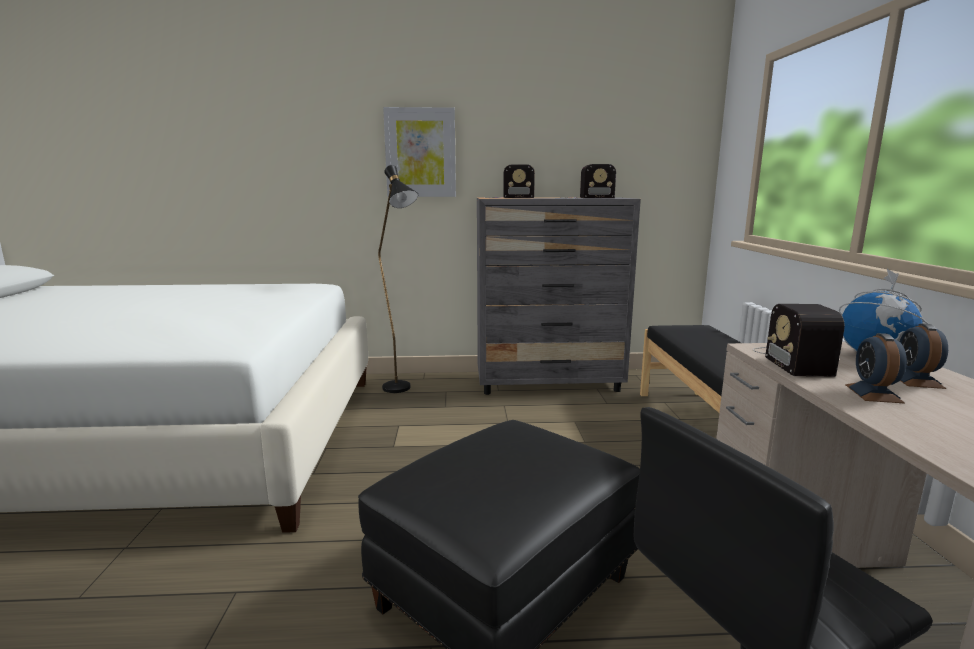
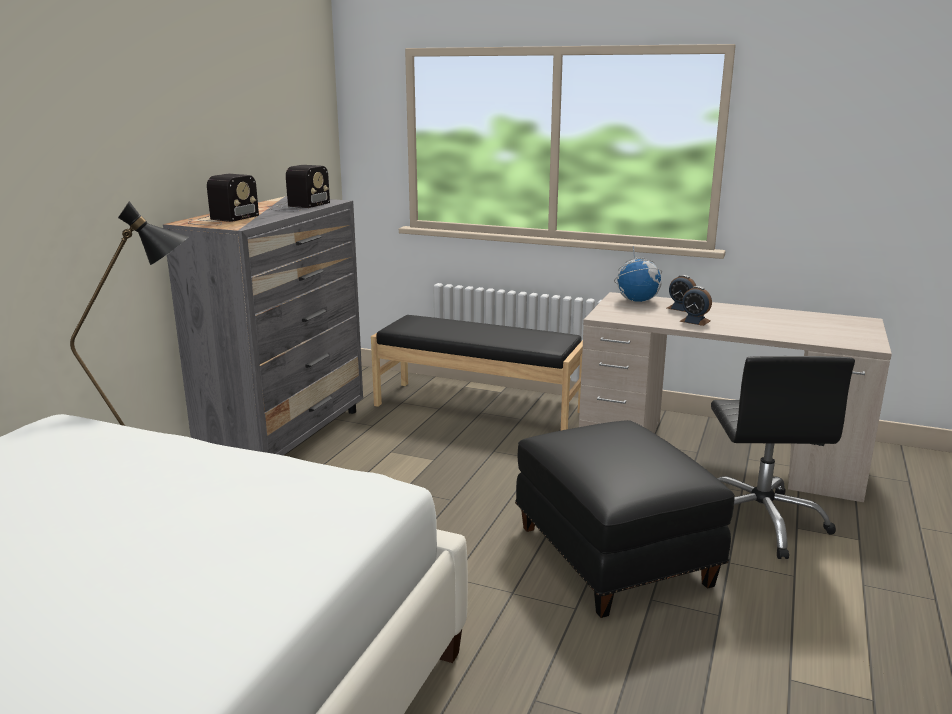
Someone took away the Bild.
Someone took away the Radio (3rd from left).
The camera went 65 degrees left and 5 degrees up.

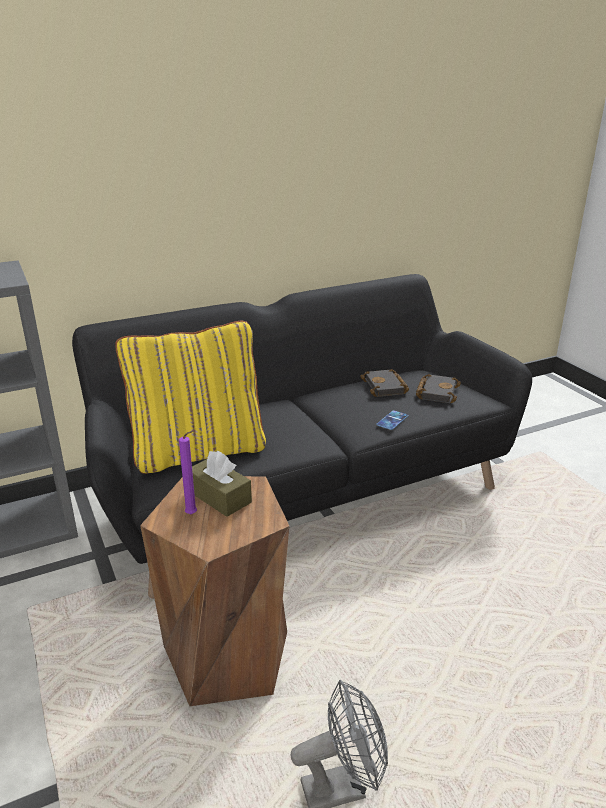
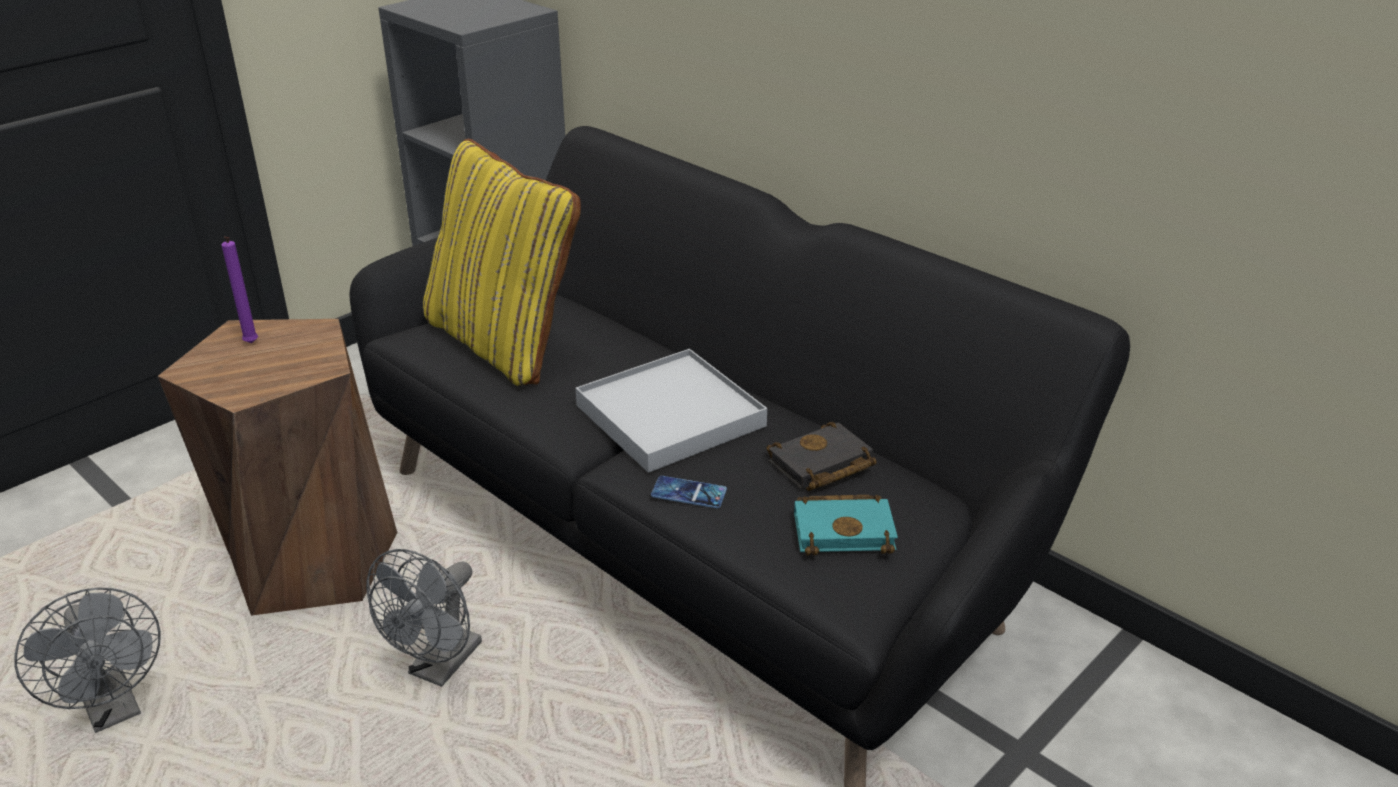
Someone put down the Ventilator/grau (2nd from left).
Someone put down the Tablett/weiß.
Someone repainted the Buch/schwarz (2nd from left), which became the Buch/türkis.
Someone took away the Taschentuchbox/braun.
The camera went 70 degrees right and 5 degrees up.

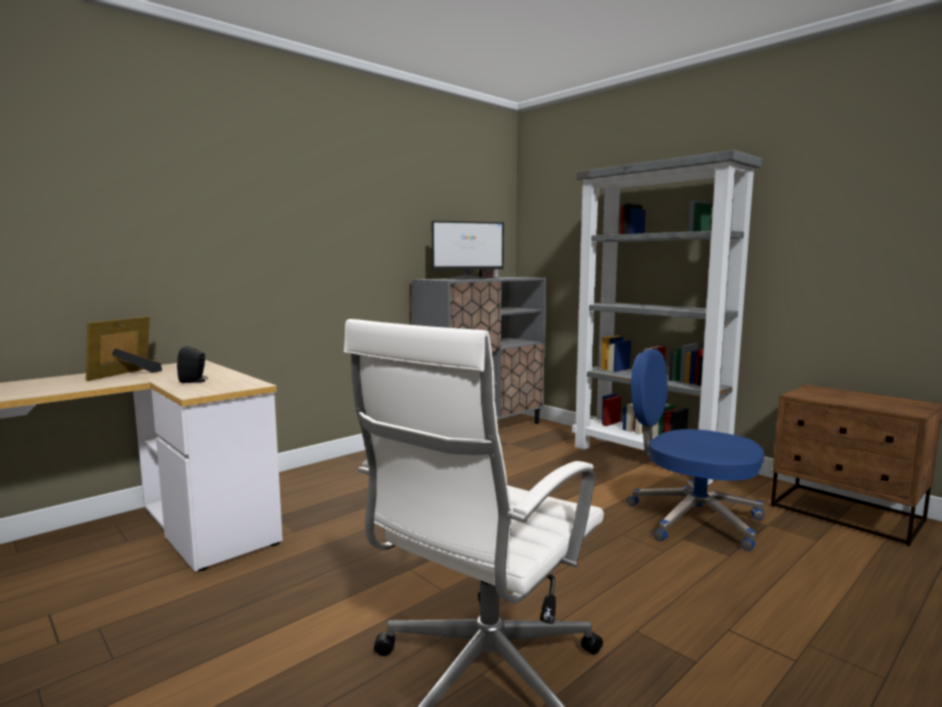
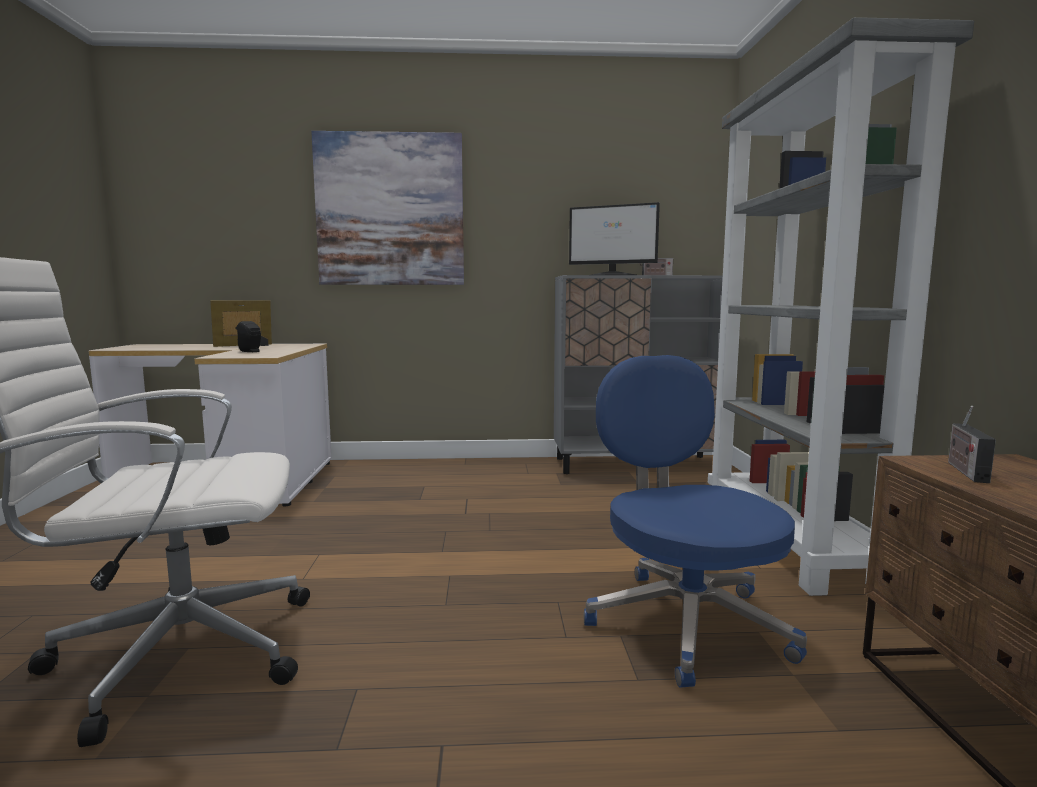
Someone put up the Bild.
Someone put down the Radio (2nd from left).
The camera went 40 degrees right and 0 degrees up.

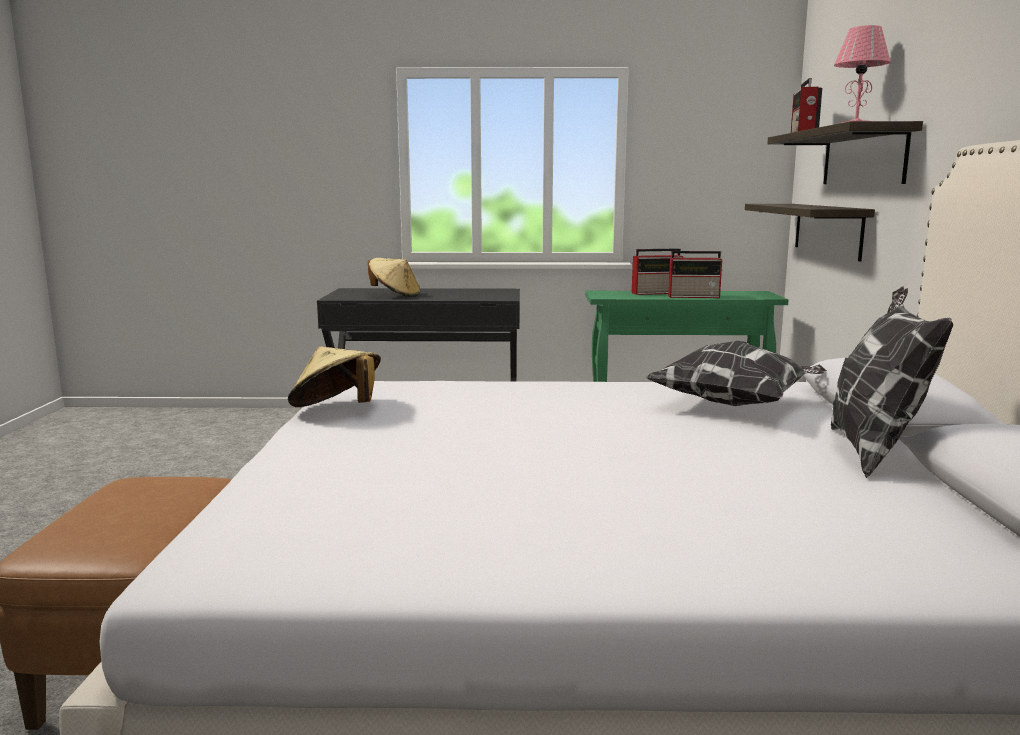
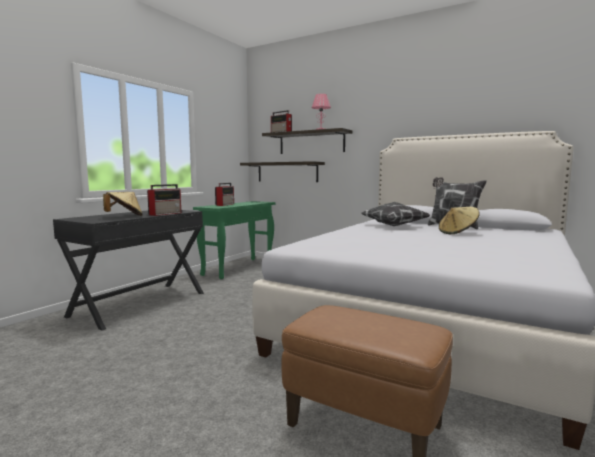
Someone carried the Radio (2nd from left in the first image).
Someone carried the Hut/beige (1st from left in the first image).
The camera went 60 degrees left and 5 degrees down.

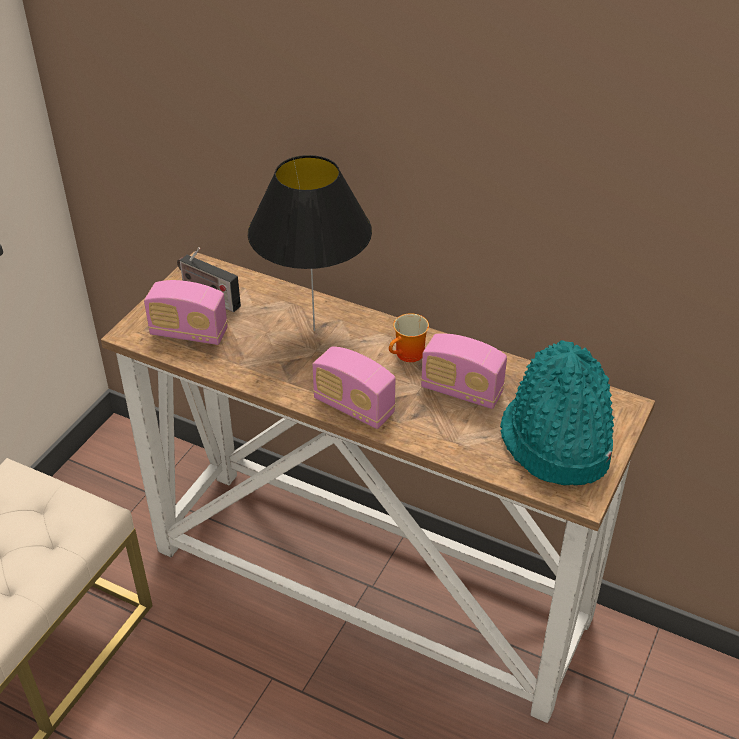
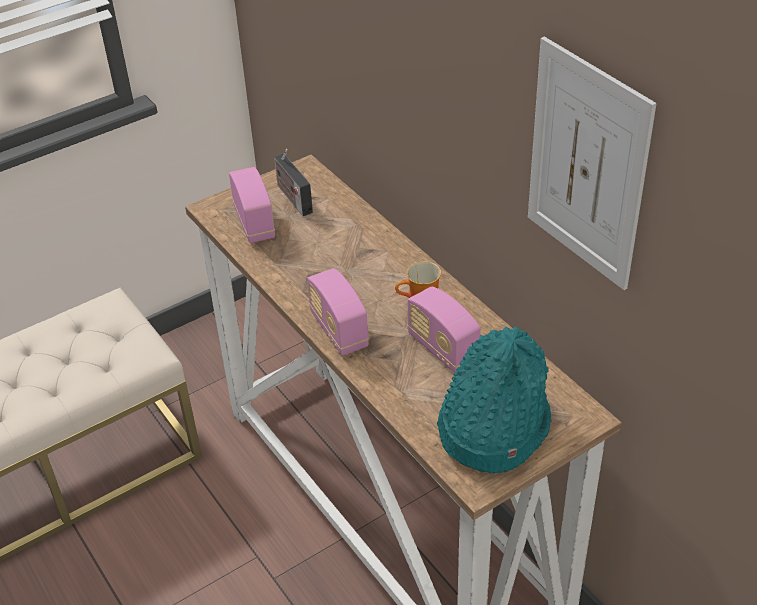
Someone rotated the Radio (1st from left) by 150 degrees counterclockwise.
Someone put up the Bild.
Someone took away the Tischlampe/schwarz.
The camera went 30 degrees right and 0 degrees up.

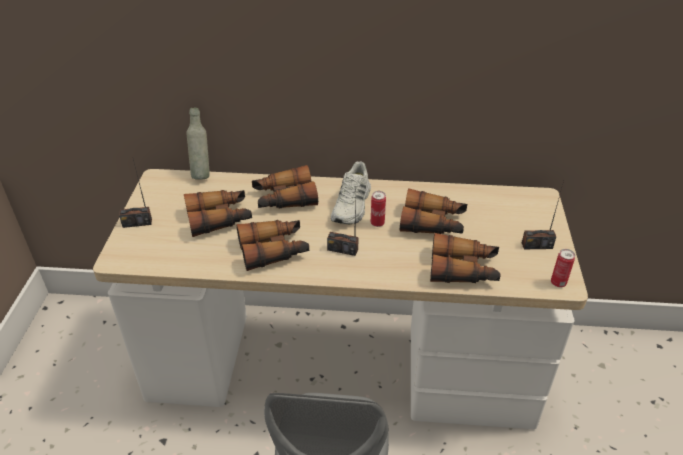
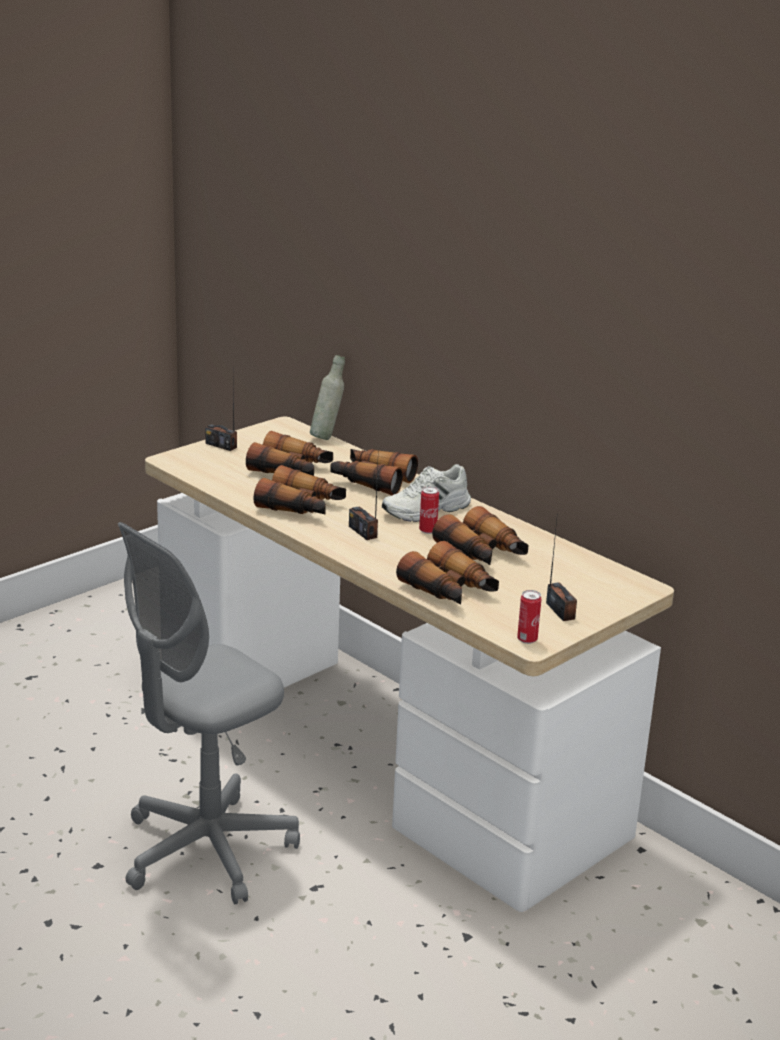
Someone rotated the Radio (3rd from left) by 150 degrees counterclockwise.
The camera went 40 degrees right and 15 degrees down.

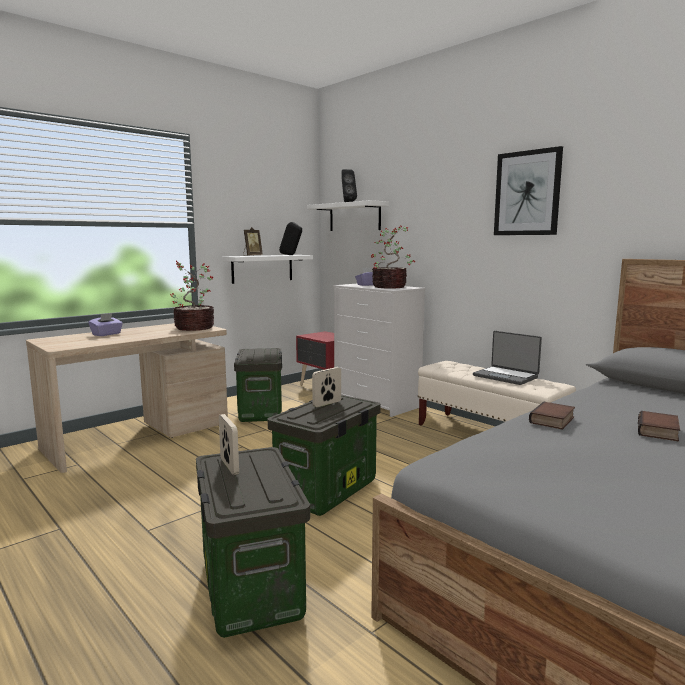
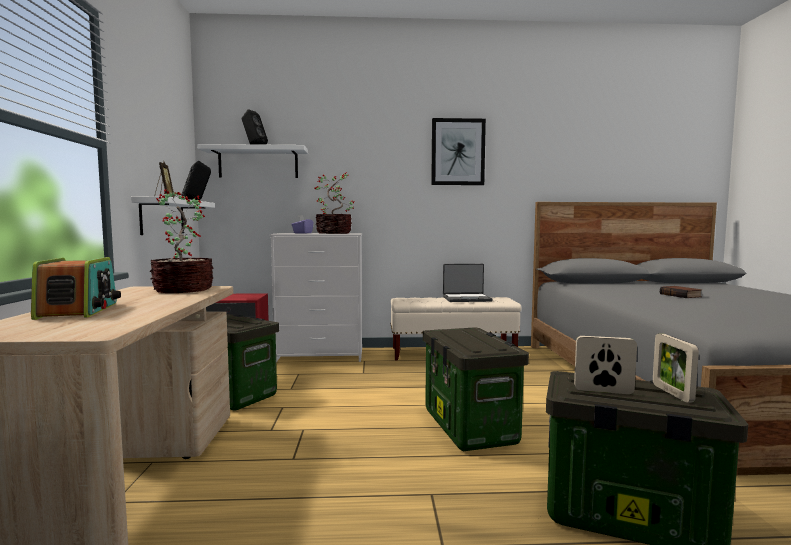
Someone swapped the Taschentuchbox/lila (1st from left) for the Radio.
Someone carried the Bilderrahmen (3rd from left).
Someone took away the Buch (1st from left).
The camera went 50 degrees left and 5 degrees down.

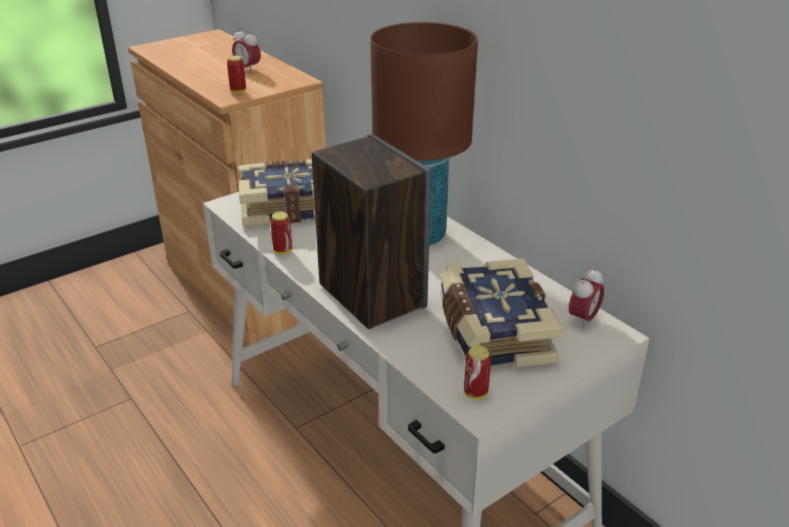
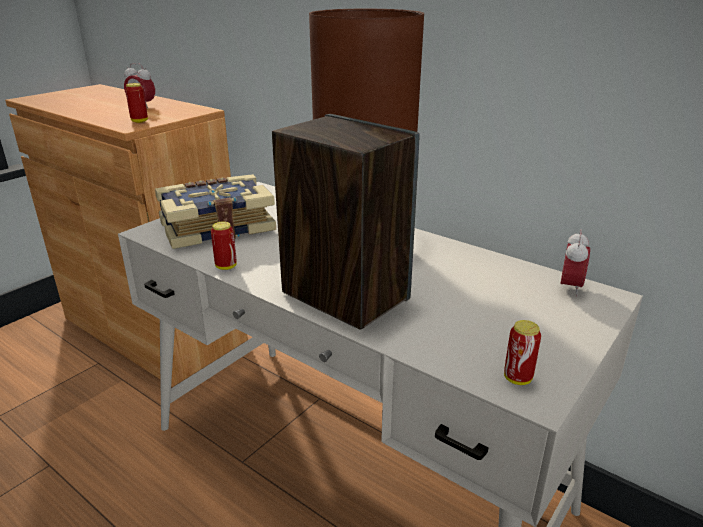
Someone took away the Buch (2nd from left).
The camera went 15 degrees left and 5 degrees down.

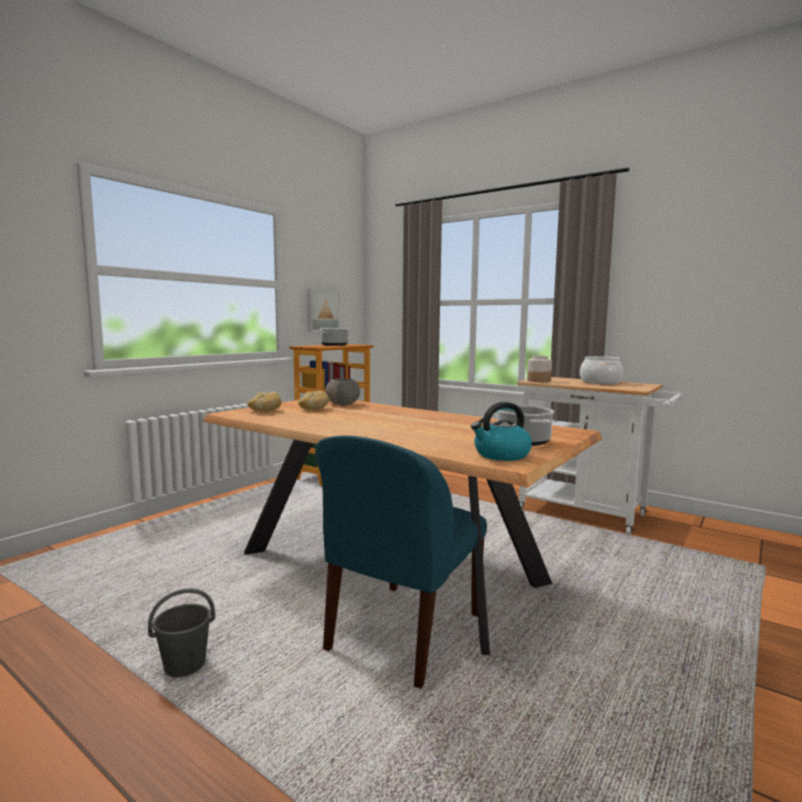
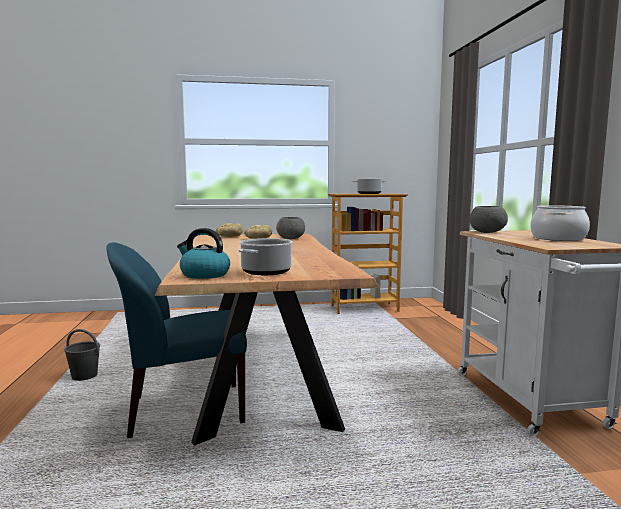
Someone swapped the Vorratsglas for the Schüssel/grau (2nd from left).
Someone took away the Bild.
The camera went 45 degrees right and 0 degrees up.

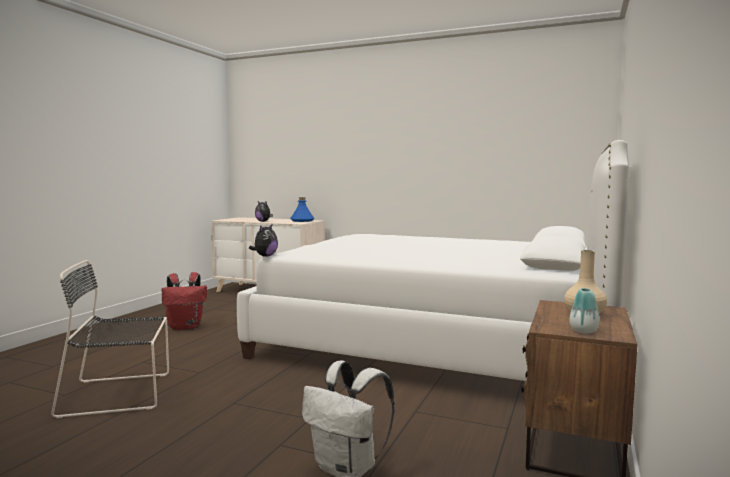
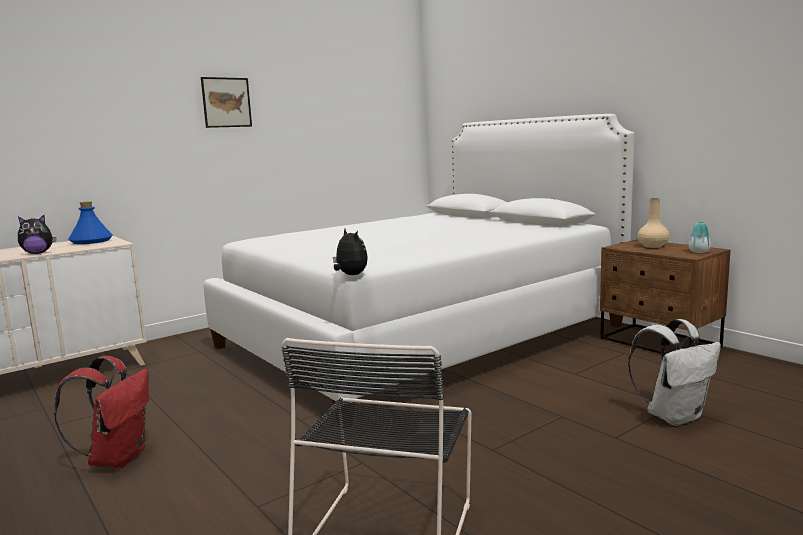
Someone put up the Bild.
The camera went 60 degrees left and 5 degrees up.

